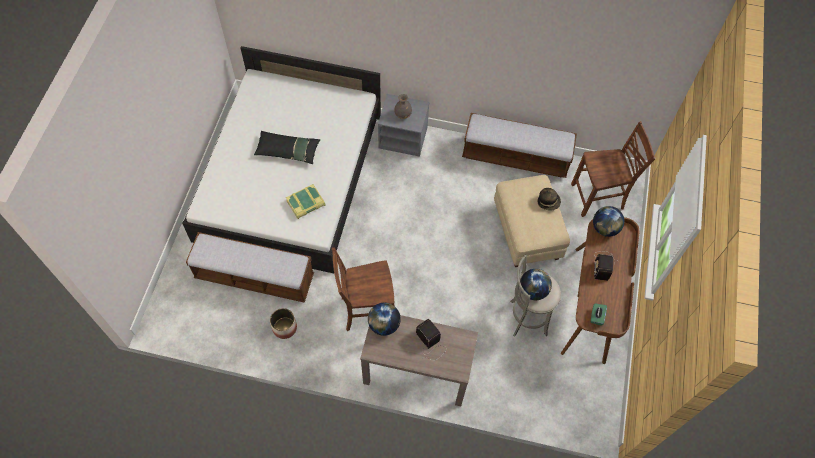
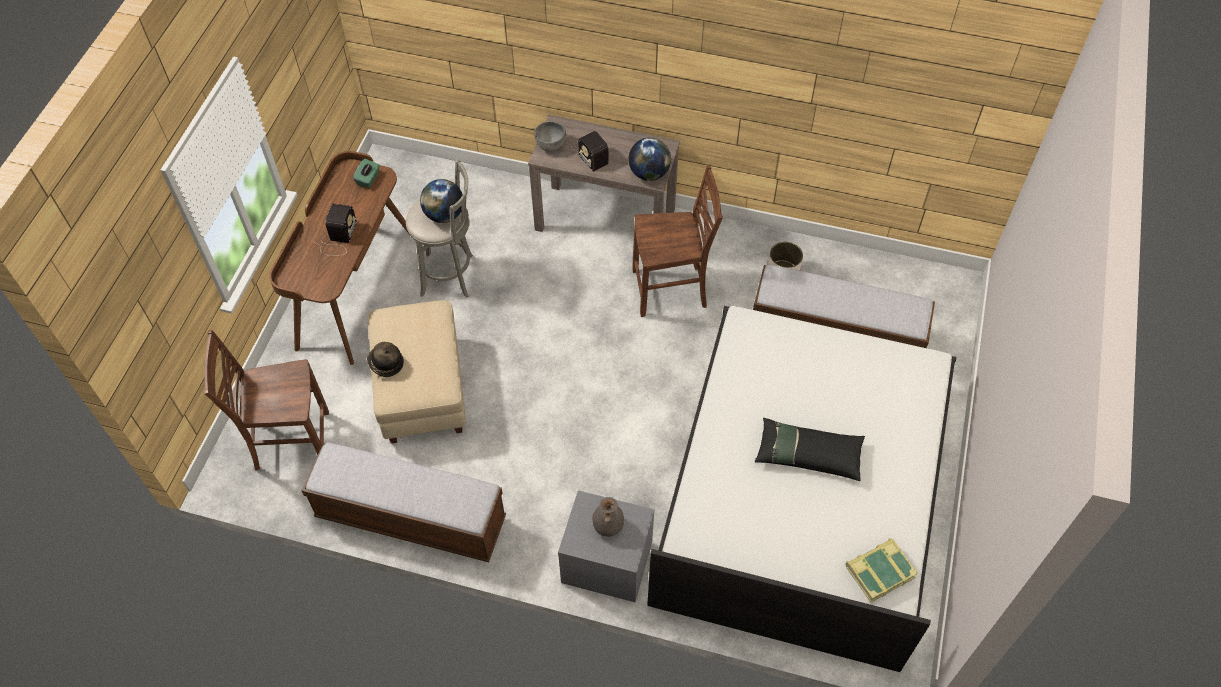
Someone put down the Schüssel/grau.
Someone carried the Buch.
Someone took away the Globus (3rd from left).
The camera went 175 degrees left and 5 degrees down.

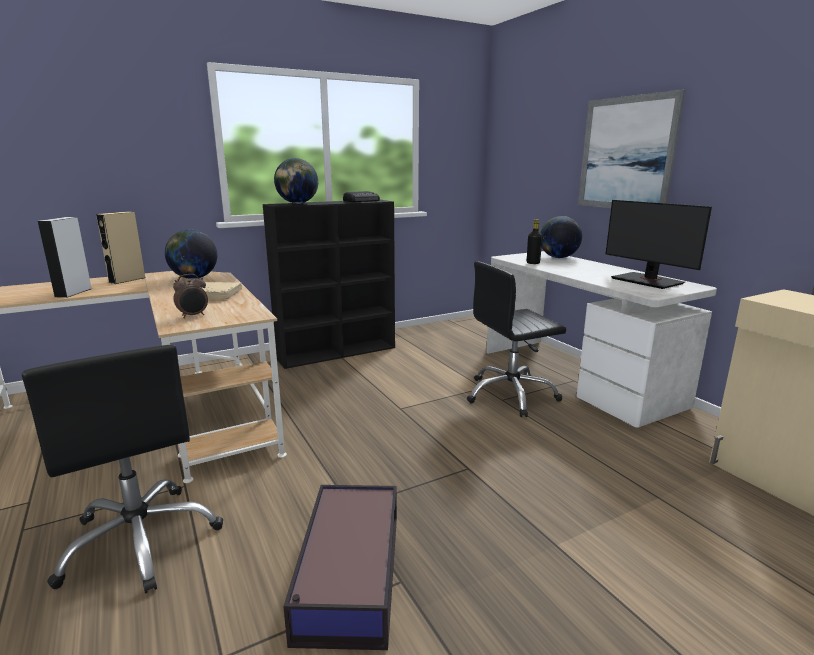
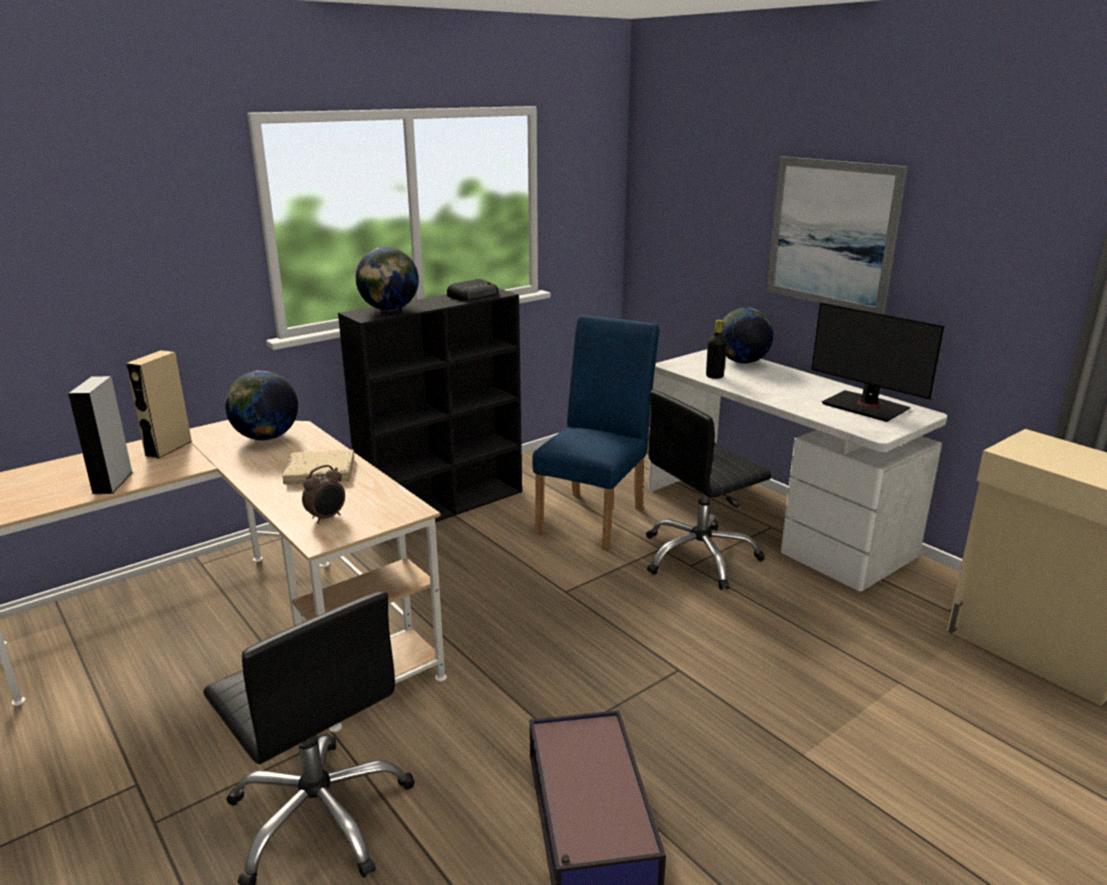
Someone put down the Stuhl/blau.
The camera went 10 degrees left and 5 degrees up.

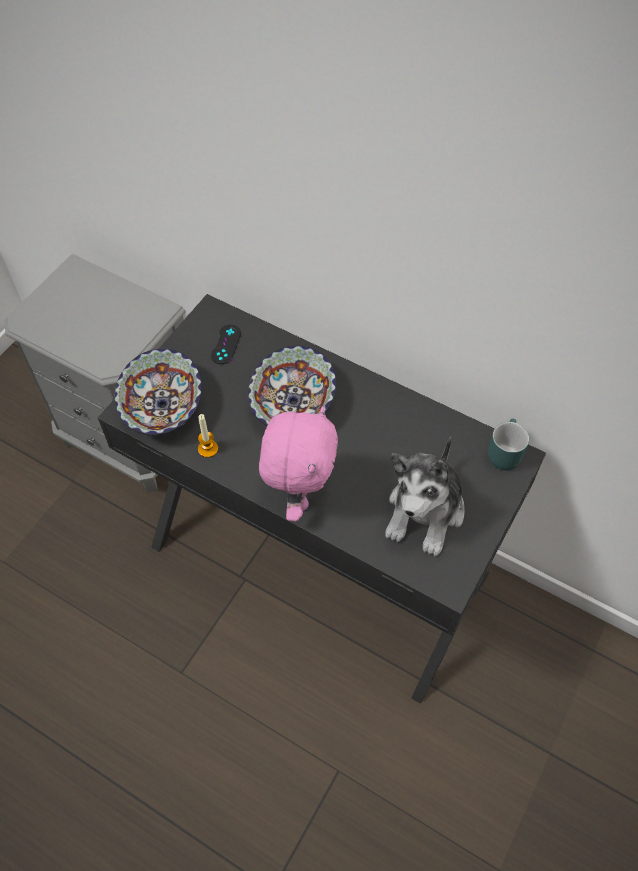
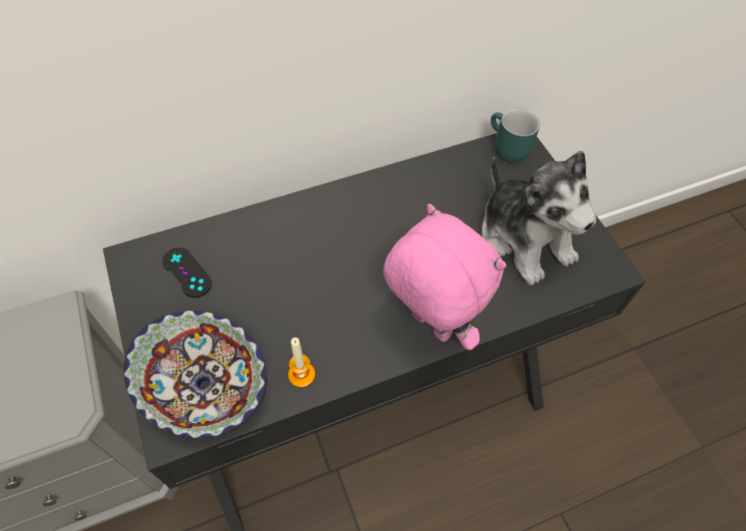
Someone took away the Schüssel (2nd from left).
The camera went 55 degrees left and 0 degrees up.

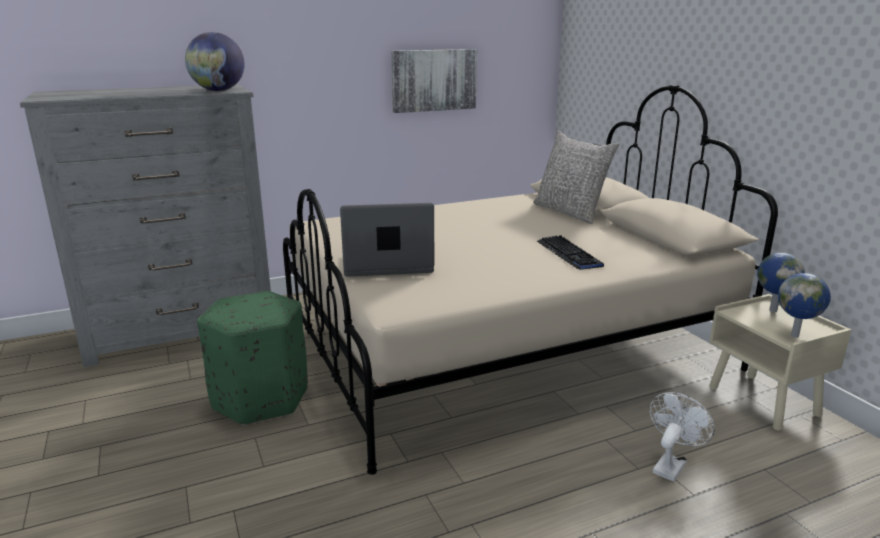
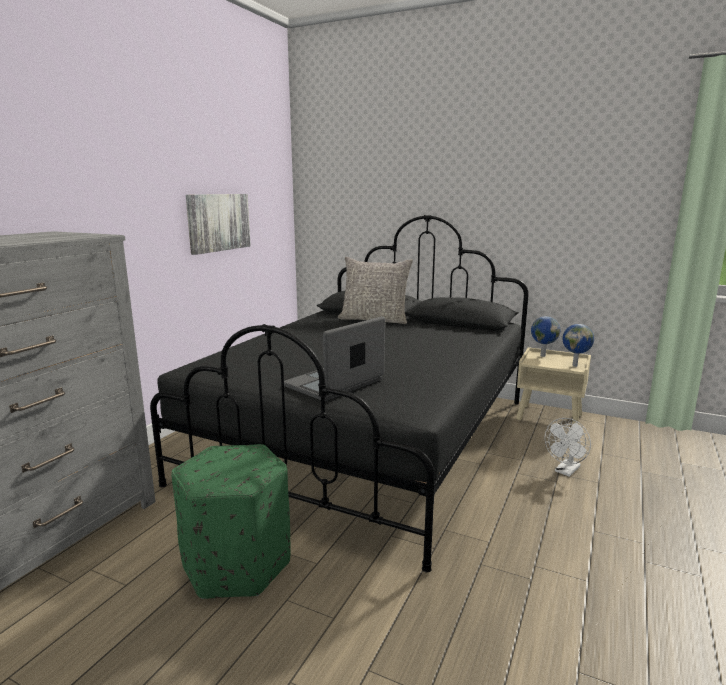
Someone repainted the Bett/beige, which became the Bett/schwarz.
Someone rotated the Ventilator/weiß by 135 degrees counterclockwise.
Someone took away the Globus (1st from left).
Someone took away the Tastatur.
The camera went 40 degrees left and 5 degrees down.

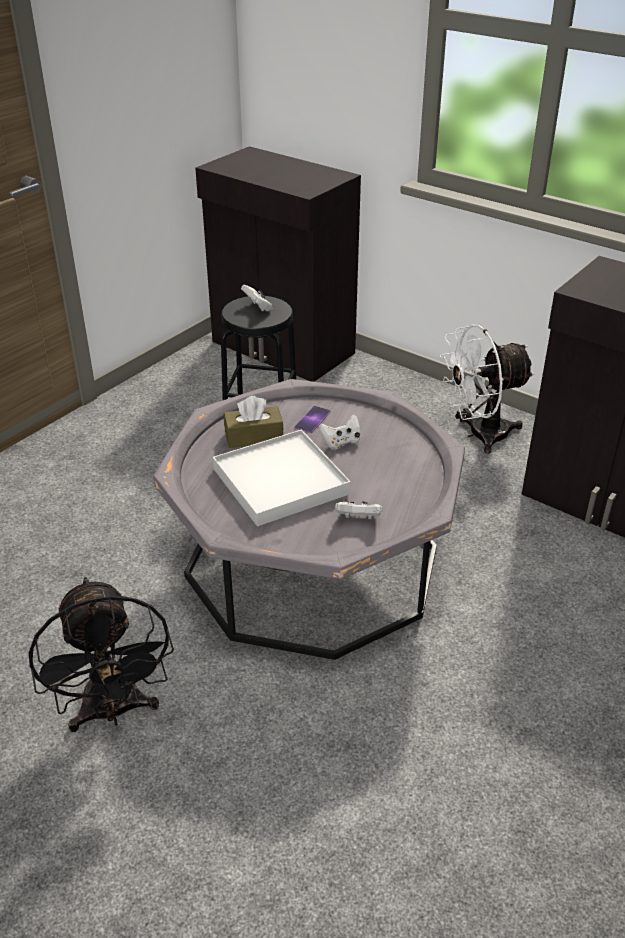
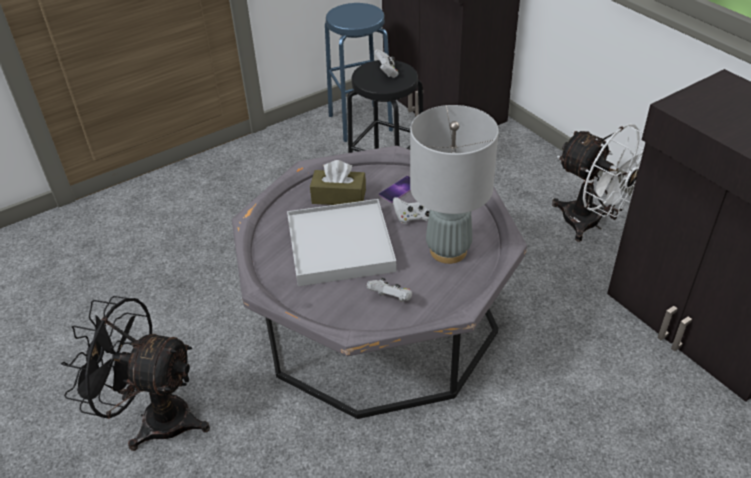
Someone rotated the Ventilator/schwarz by 105 degrees clockwise.
Someone put down the Hocker/blau.
Someone put down the Tischlampe/grau.
Someone rotated the Ventilator/weiß by 135 degrees counterclockwise.
The camera went 20 degrees right and 5 degrees up.

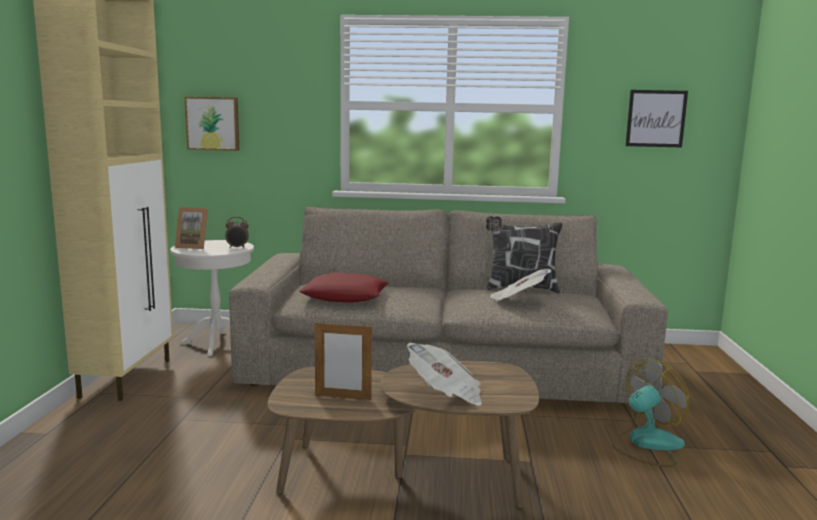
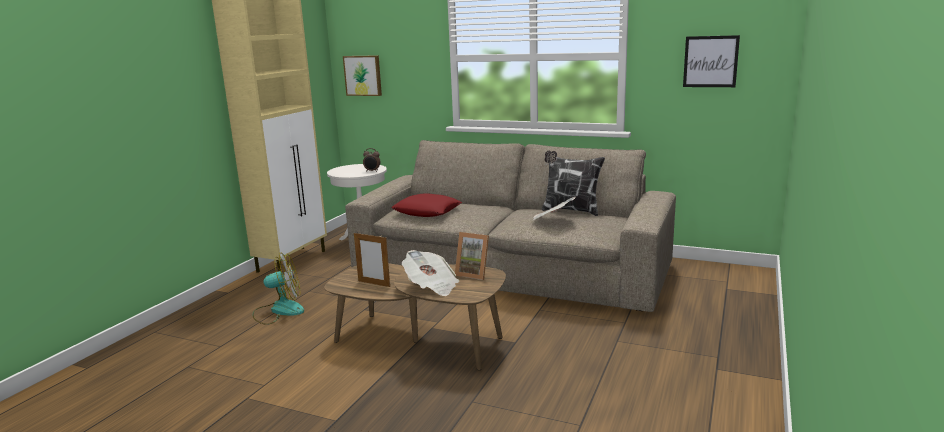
Someone carried the Ventilator.
Someone carried the Bilderrahmen (1st from left in the first image).
The camera went 20 degrees right and 5 degrees up.

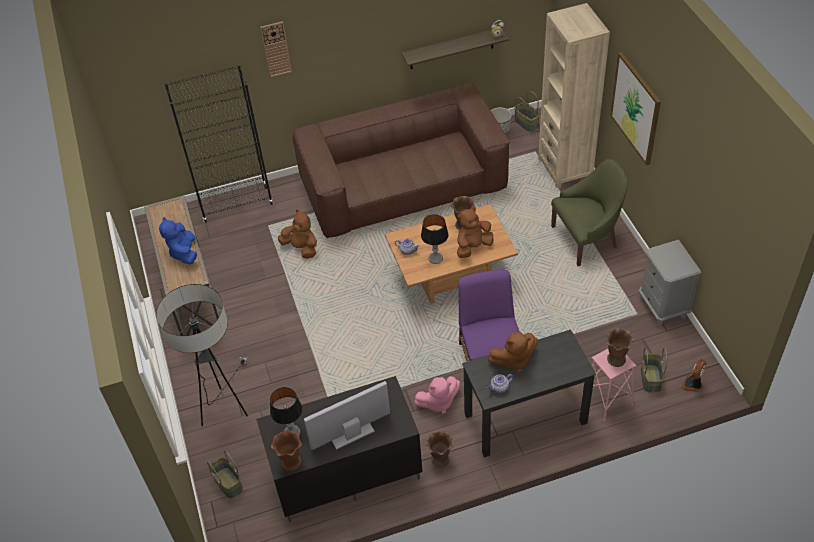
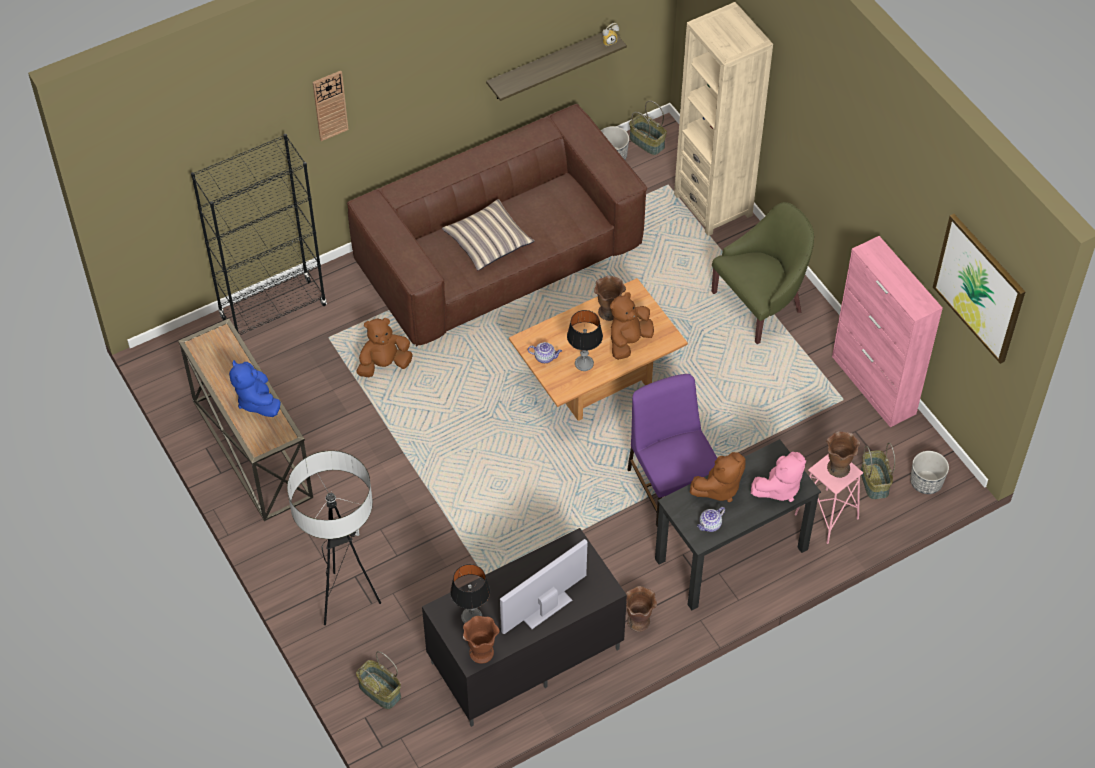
Someone rotated the Plüschtier/braun (1st from left) by 45 degrees counterclockwise.
Someone put down the Kissen.
Someone carried the Plüschtier/rosa.
Someone swapped the Nachttisch/grau for the Schrank/rosa.
Someone swapped the Ventilator for the Pflanzkübel (2nd from left).
Someone carried the Bild.
The camera went 15 degrees left and 5 degrees up.

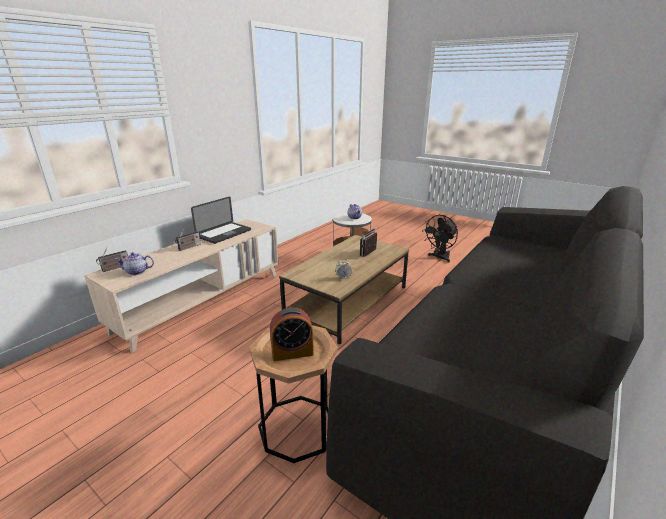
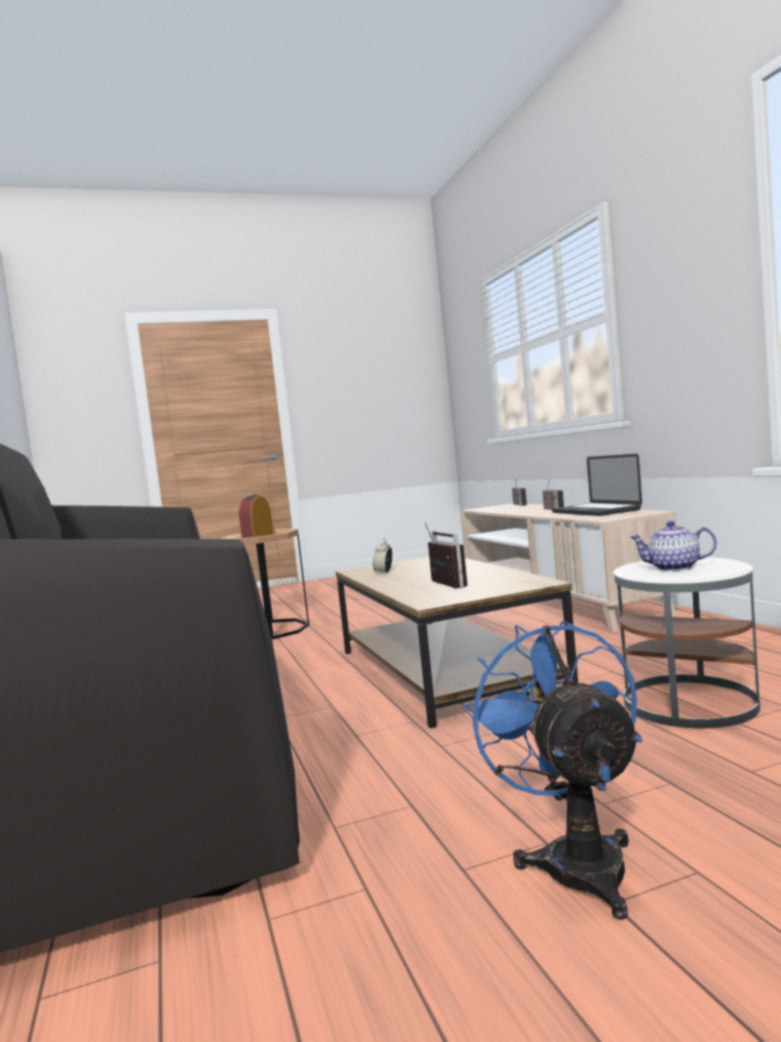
Someone repainted the Ventilator/schwarz, which became the Ventilator/blau.
Someone took away the Teekanne (1st from left).
The camera went 125 degrees right and 20 degrees down.

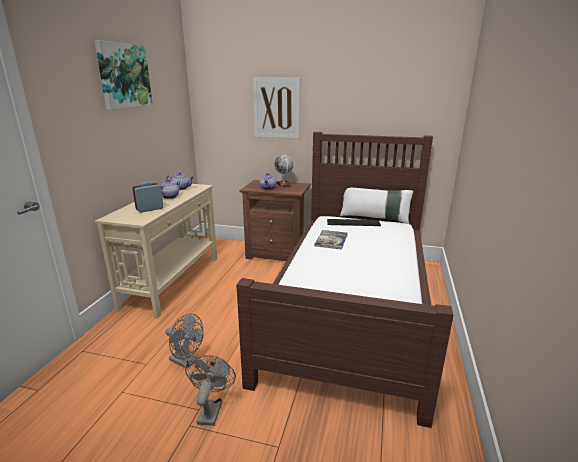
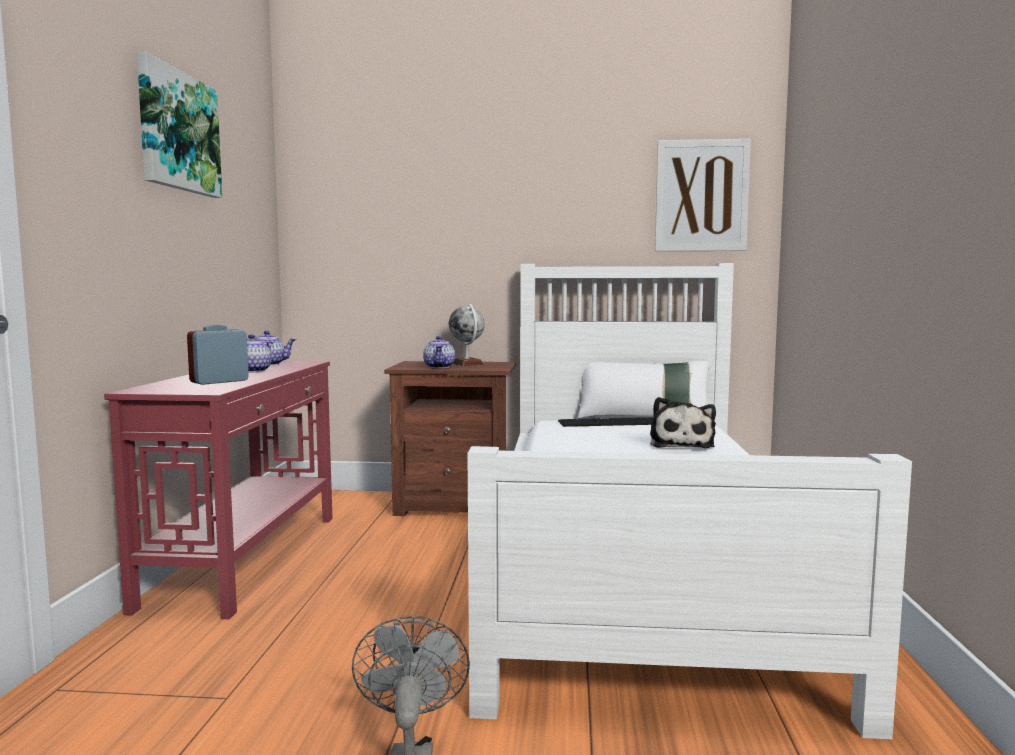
Someone repainted the Konsolentisch/beige, which became the Konsolentisch/rot.
Someone repainted the Bett/braun, which became the Bett/weiß.
Someone put down the Plüschtier.
Someone carried the Bild (2nd from left).
Someone took away the Ventilator/grau (1st from left).
Someone took away the Buch.
The camera went 10 degrees left and 15 degrees down.

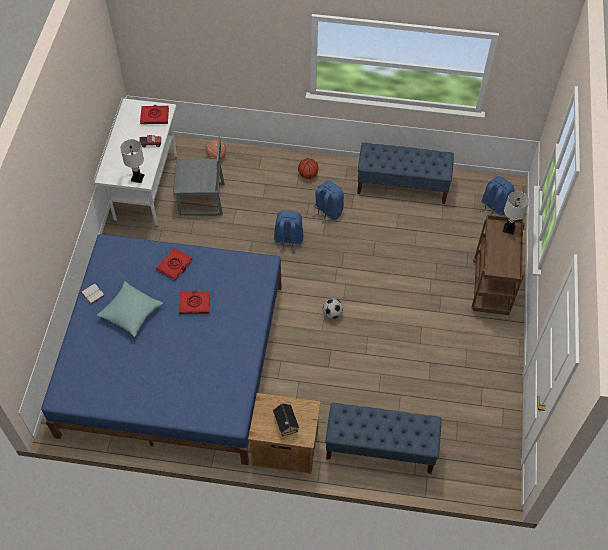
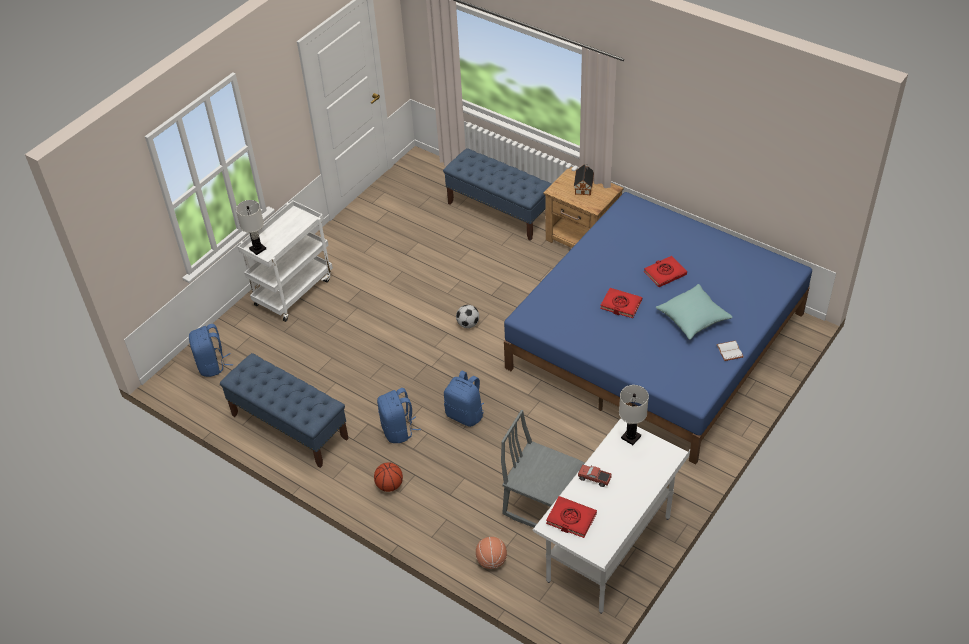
Someone repainted the Rollwagen/braun, which became the Rollwagen/weiß.
Someone carried the Buch/rot (2nd from left in the first image).
The camera went 150 degrees left and 10 degrees down.

